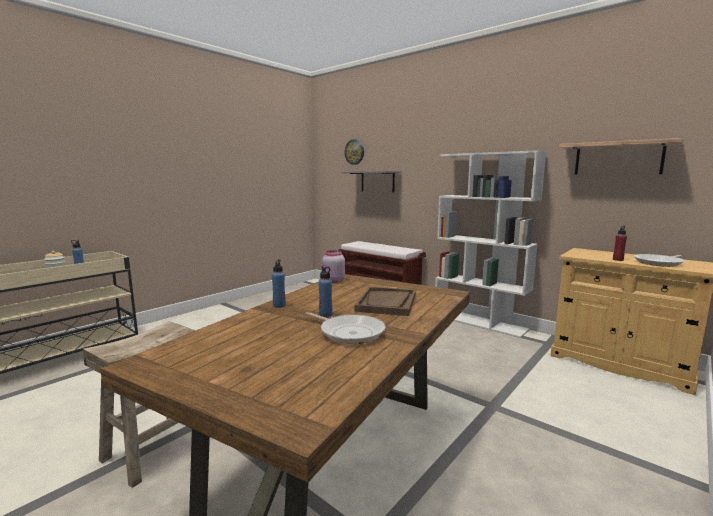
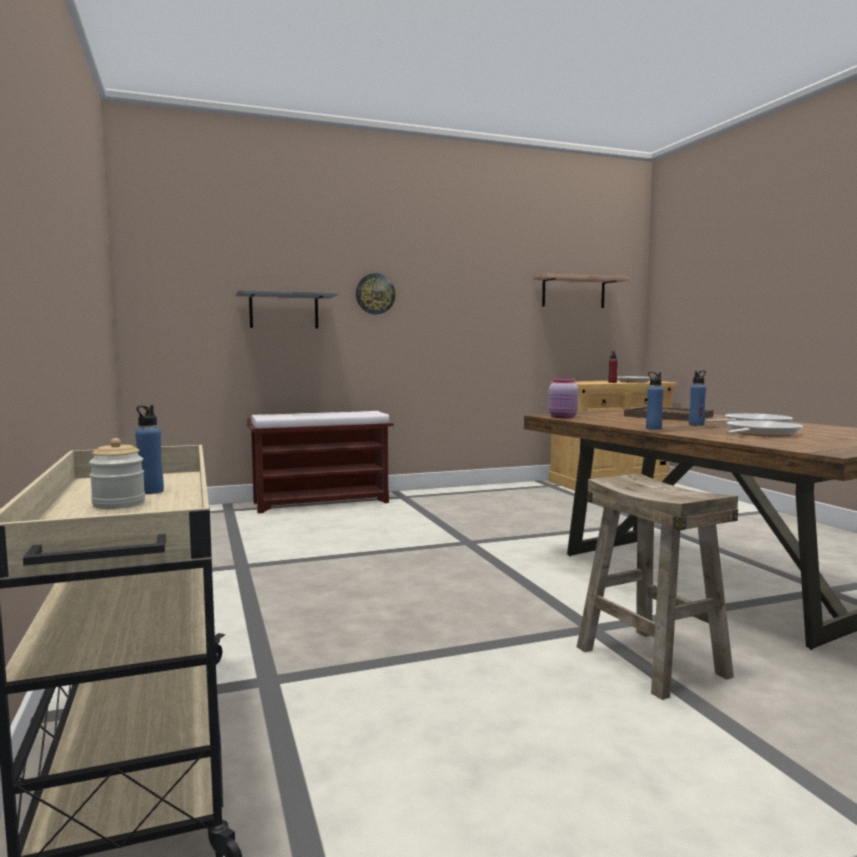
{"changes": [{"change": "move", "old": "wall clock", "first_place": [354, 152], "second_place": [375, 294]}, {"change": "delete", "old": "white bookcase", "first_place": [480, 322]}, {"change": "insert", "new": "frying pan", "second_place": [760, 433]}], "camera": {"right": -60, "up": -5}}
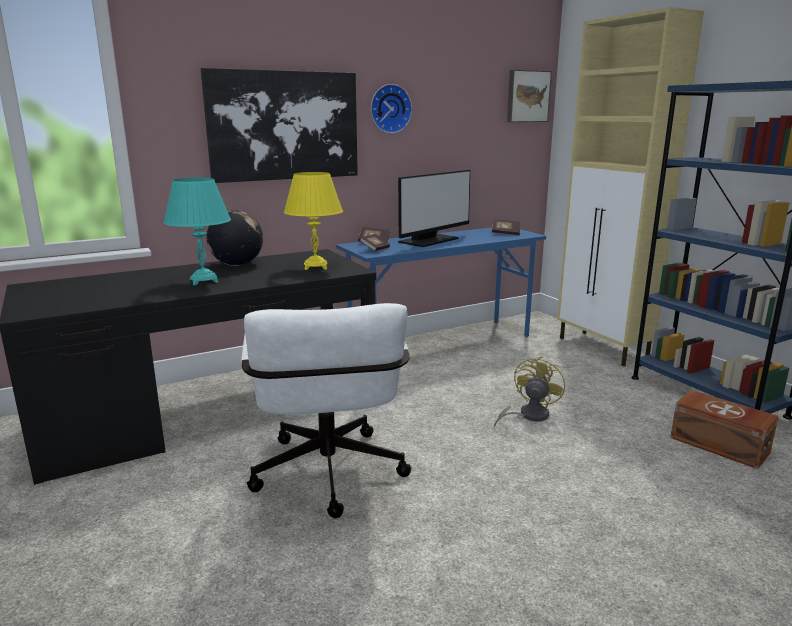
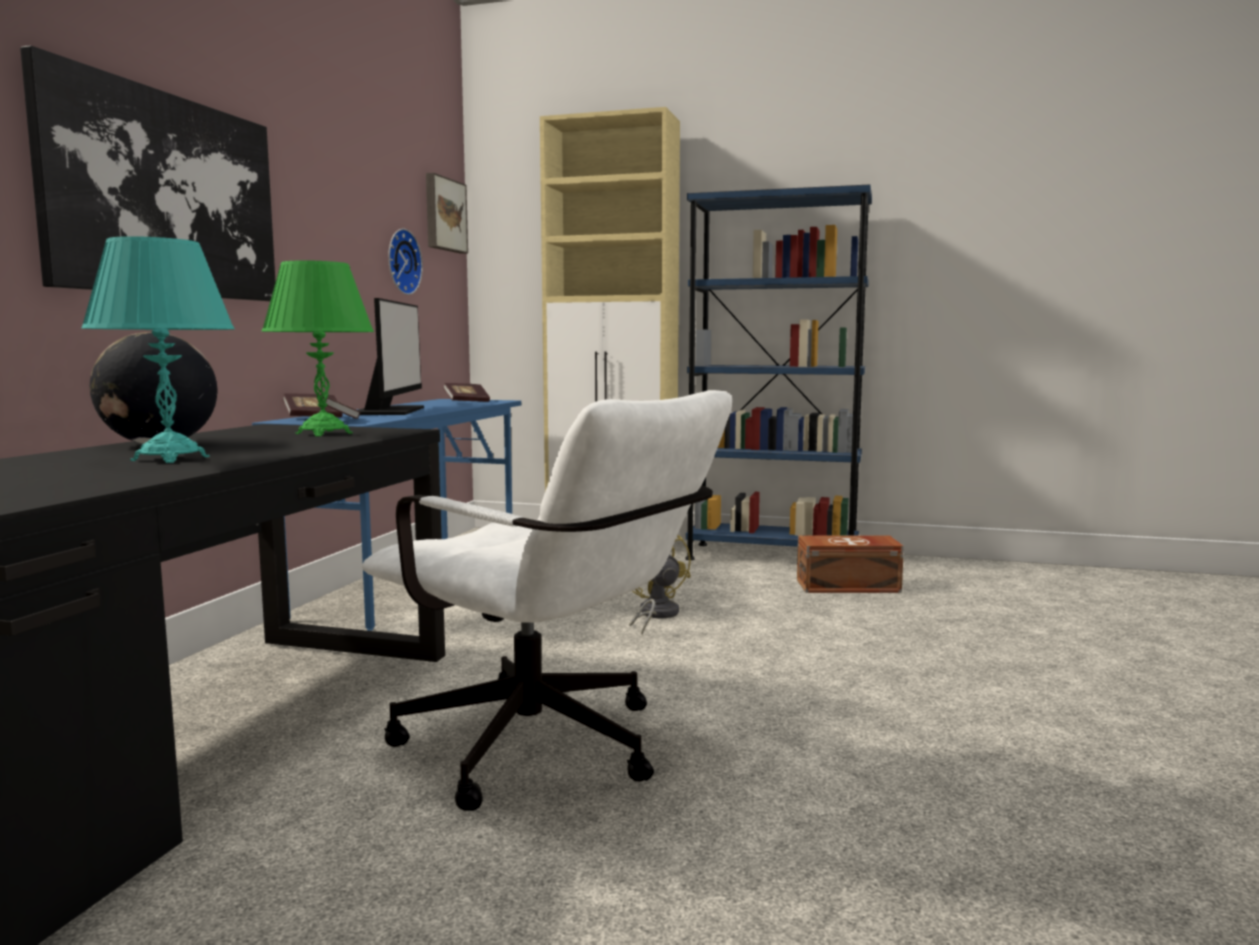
{"changes": [{"change": "recolor", "old": "yellow table lamp", "new": "green table lamp", "first_place": [315, 267], "second_place": [324, 433]}, {"change": "move", "old": "wall clock", "first_place": [389, 109], "second_place": [401, 262]}], "camera": {"right": -45, "up": -10}}
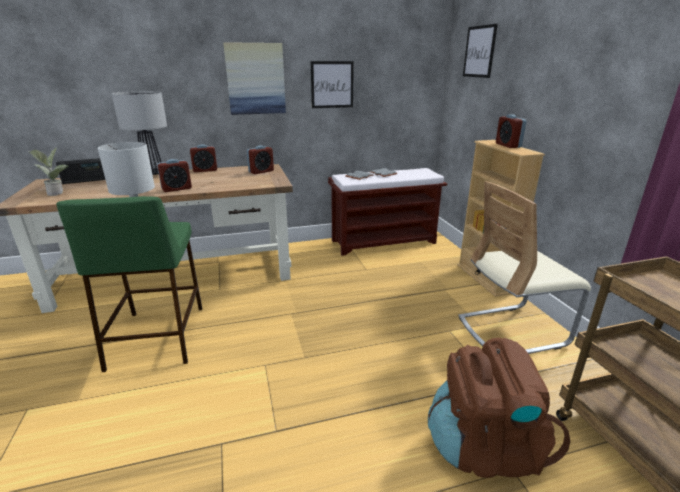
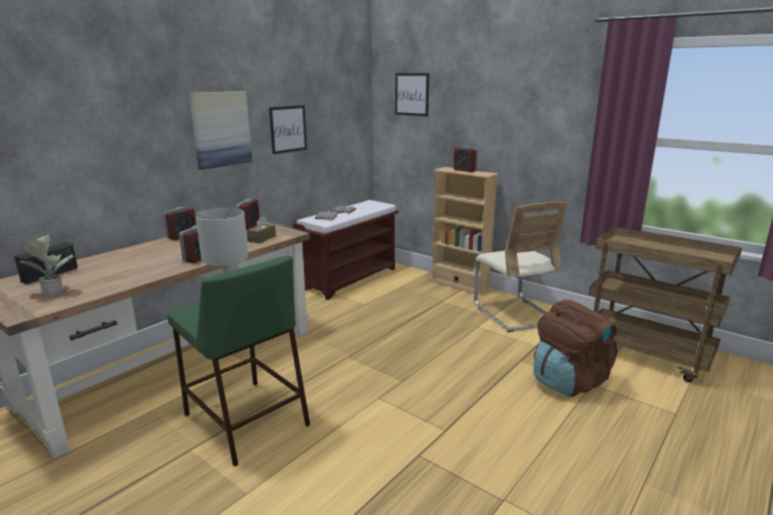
{"changes": [{"change": "delete", "old": "table lamp", "first_place": [153, 175]}, {"change": "rotate", "old": "beige chair", "first_place": [511, 331], "second_place": [514, 313], "degrees": -60}, {"change": "insert", "new": "brown tissue box", "second_place": [261, 238]}], "camera": {"right": -35, "up": -5}}
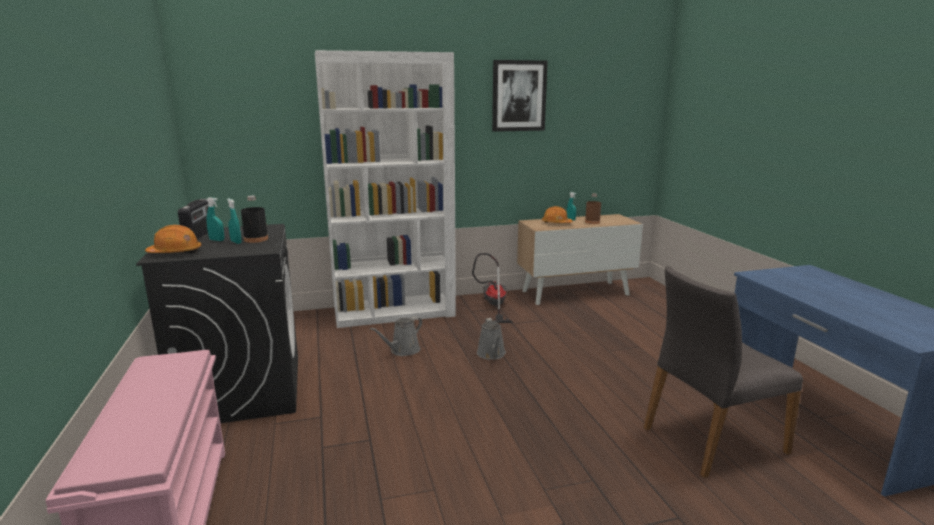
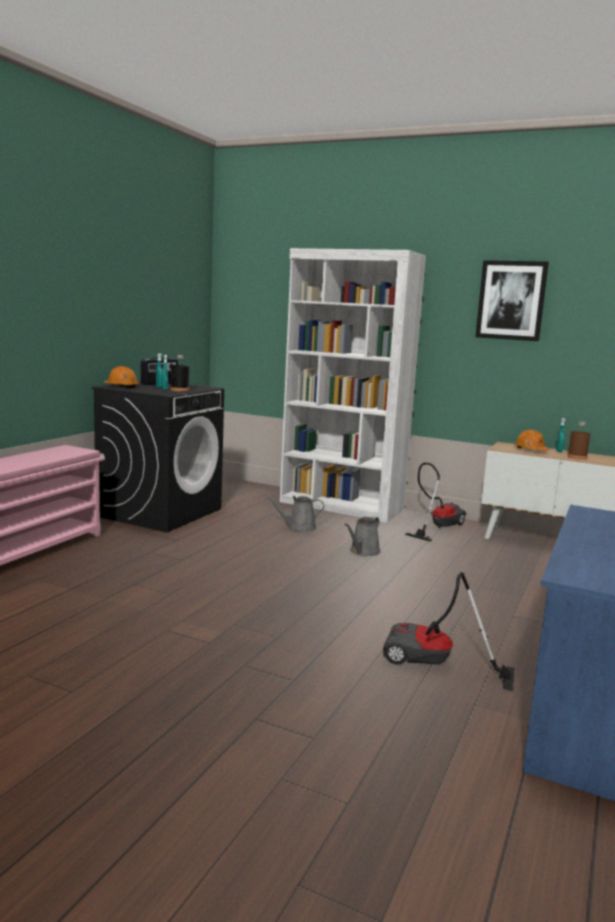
{"changes": [{"change": "replace", "old": "grey chair", "new": "vacuum cleaner", "first_place": [711, 439], "second_place": [434, 666]}], "camera": {"right": 40, "up": -5}}
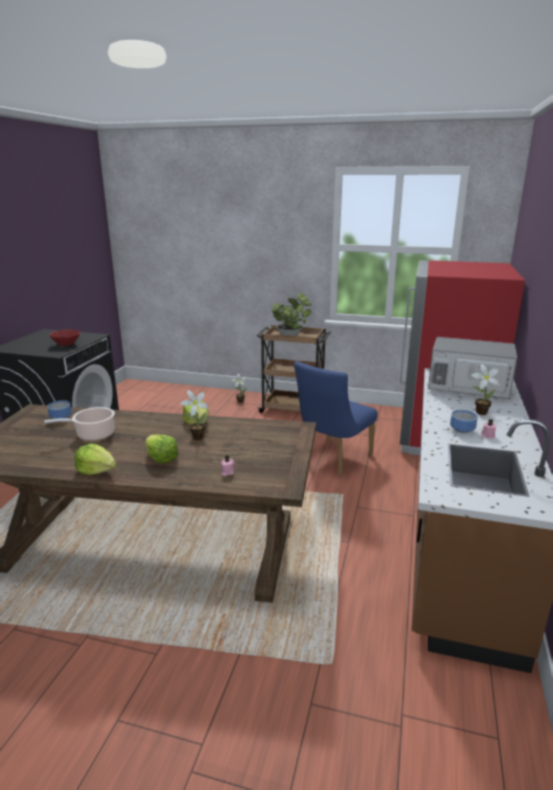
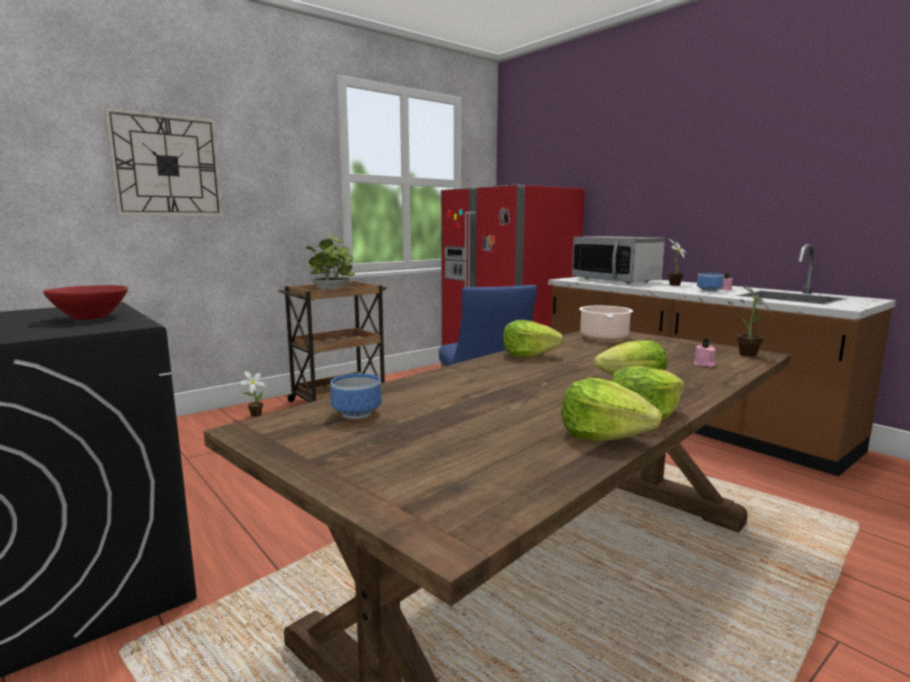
{"changes": [{"change": "move", "old": "cooking pot", "first_place": [93, 435], "second_place": [604, 337]}, {"change": "move", "old": "potted plant", "first_place": [196, 437], "second_place": [747, 355]}, {"change": "rotate", "old": "microwave", "first_place": [467, 388], "second_place": [615, 280], "degrees": -90}, {"change": "insert", "new": "wall clock", "second_place": [167, 166]}, {"change": "insert", "new": "lettuce", "second_place": [603, 435]}], "camera": {"right": -55, "up": -10}}
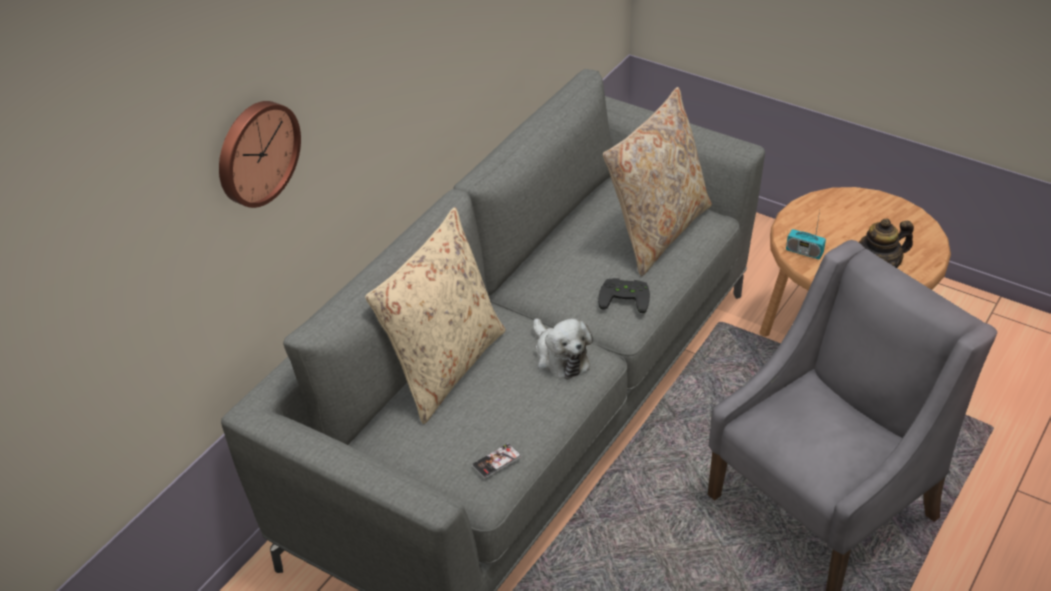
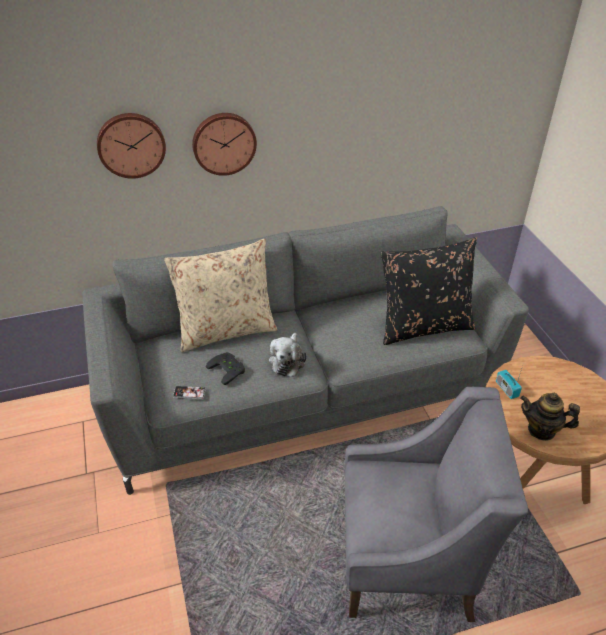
{"changes": [{"change": "move", "old": "black game controller", "first_place": [625, 297], "second_place": [228, 369]}, {"change": "recolor", "old": "beige pillow", "new": "black pillow", "first_place": [657, 231], "second_place": [424, 326]}, {"change": "insert", "new": "wall clock", "second_place": [223, 143]}], "camera": {"right": 40, "up": 0}}
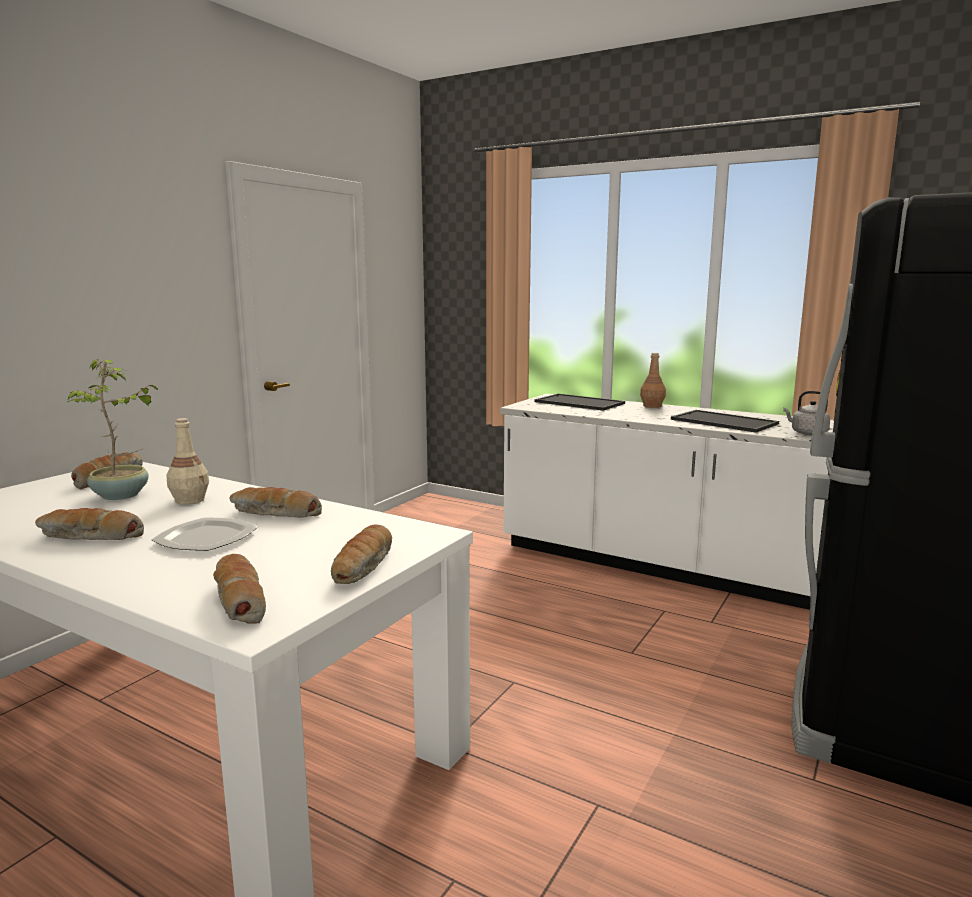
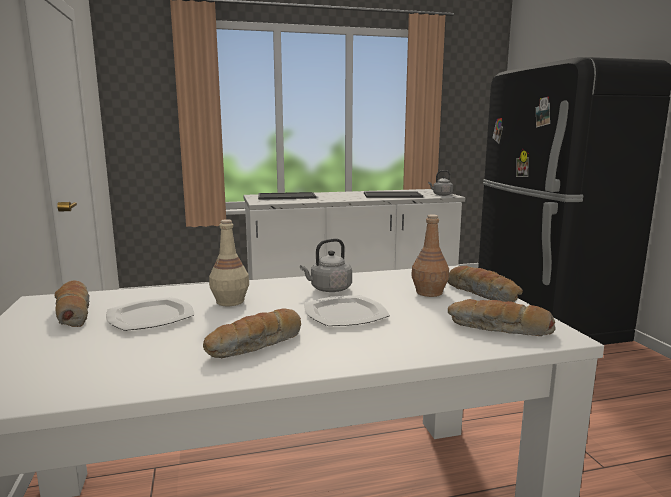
{"changes": [{"change": "replace", "old": "potted plant", "new": "plate", "first_place": [121, 495], "second_place": [150, 317]}, {"change": "replace", "old": "bread", "new": "grey kettle", "first_place": [275, 514], "second_place": [329, 289]}, {"change": "move", "old": "brown bottle", "first_place": [651, 406], "second_place": [428, 292]}], "camera": {"right": -45, "up": 0}}
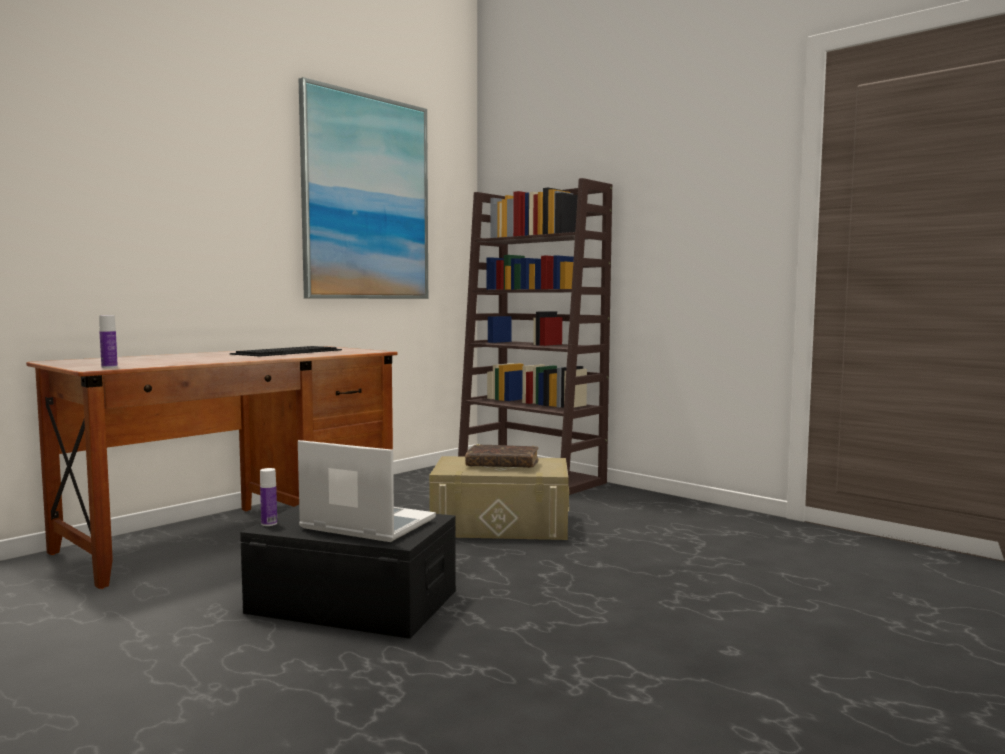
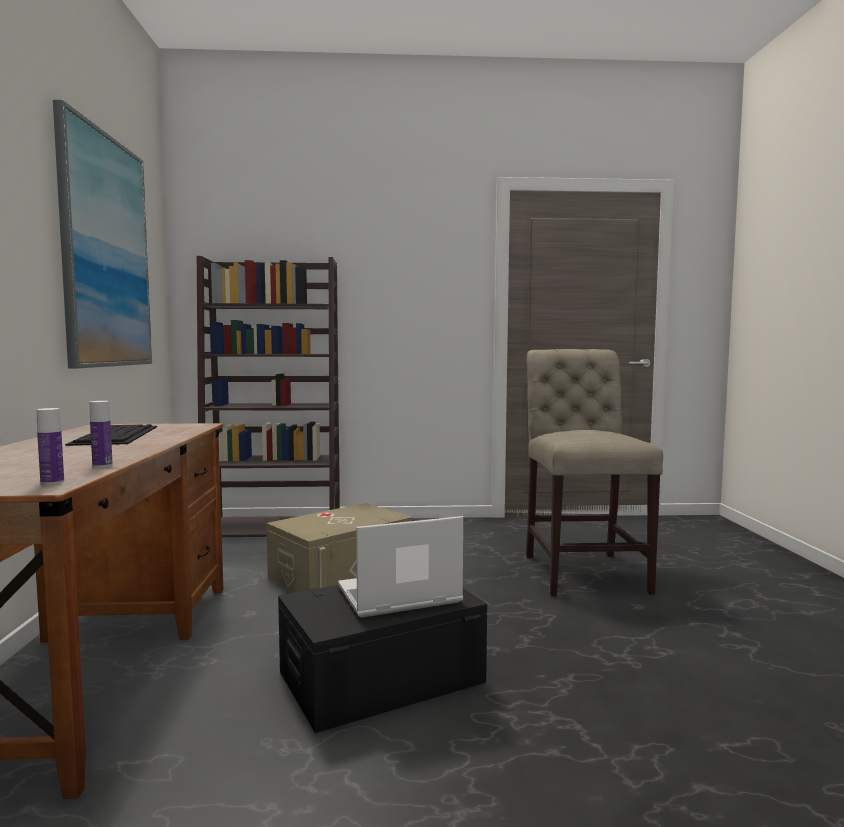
{"changes": [{"change": "move", "old": "bottle", "first_place": [269, 523], "second_place": [102, 466]}, {"change": "delete", "old": "brown book", "first_place": [502, 465]}, {"change": "insert", "new": "beige chair", "second_place": [583, 570]}], "camera": {"right": -45, "up": 0}}
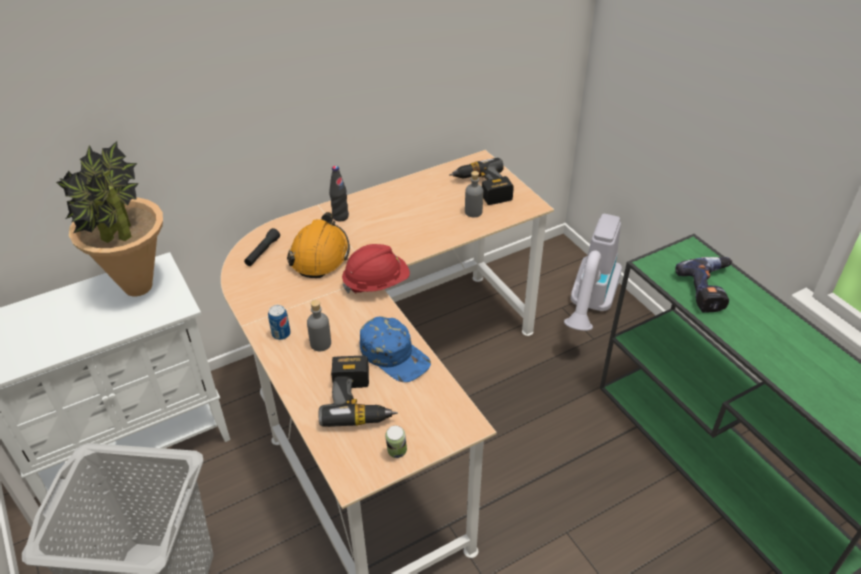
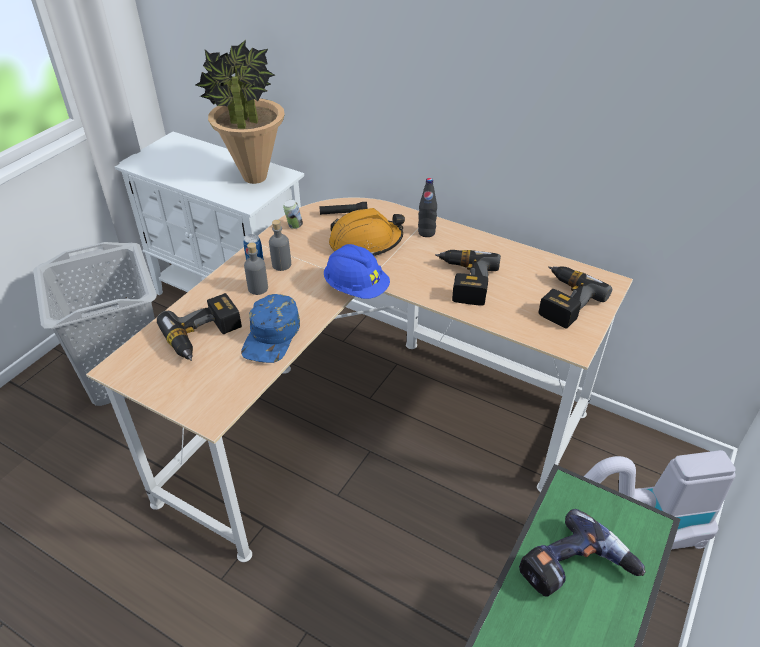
{"changes": [{"change": "recolor", "old": "red hard hat", "new": "blue hard hat", "first_place": [376, 283], "second_place": [356, 288]}, {"change": "move", "old": "can", "first_place": [396, 453], "second_place": [294, 226]}, {"change": "move", "old": "grey bottle", "first_place": [473, 212], "second_place": [281, 265]}, {"change": "insert", "new": "power drill", "second_place": [463, 282]}], "camera": {"right": 60, "up": 0}}
